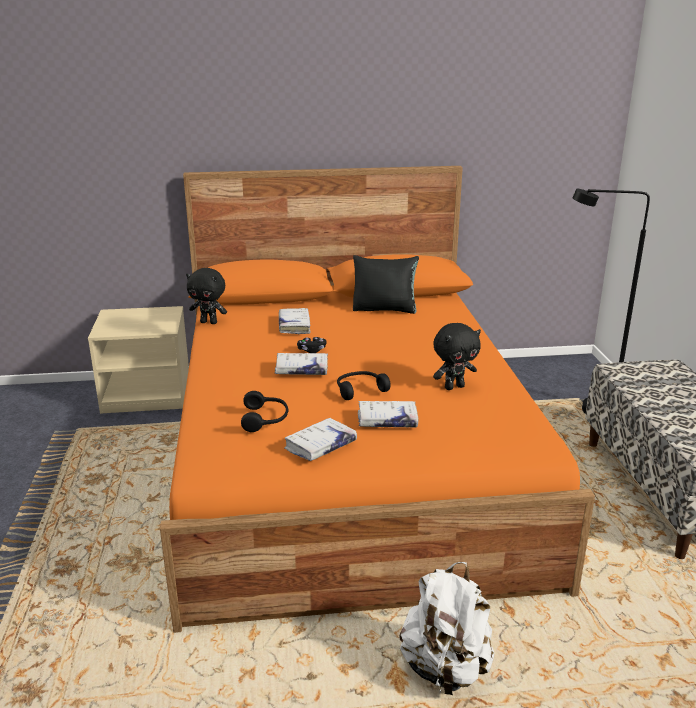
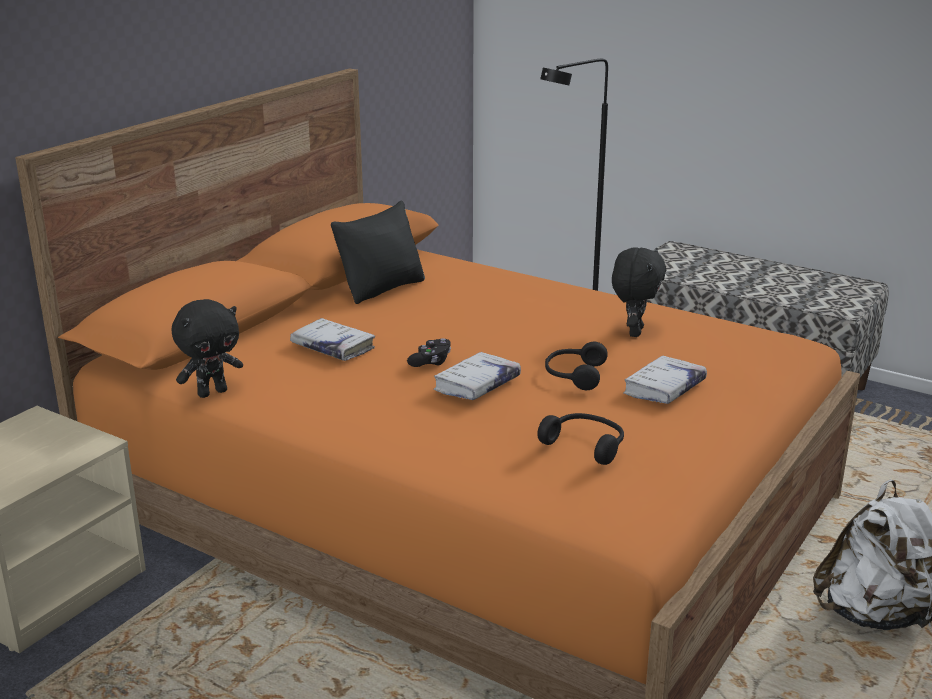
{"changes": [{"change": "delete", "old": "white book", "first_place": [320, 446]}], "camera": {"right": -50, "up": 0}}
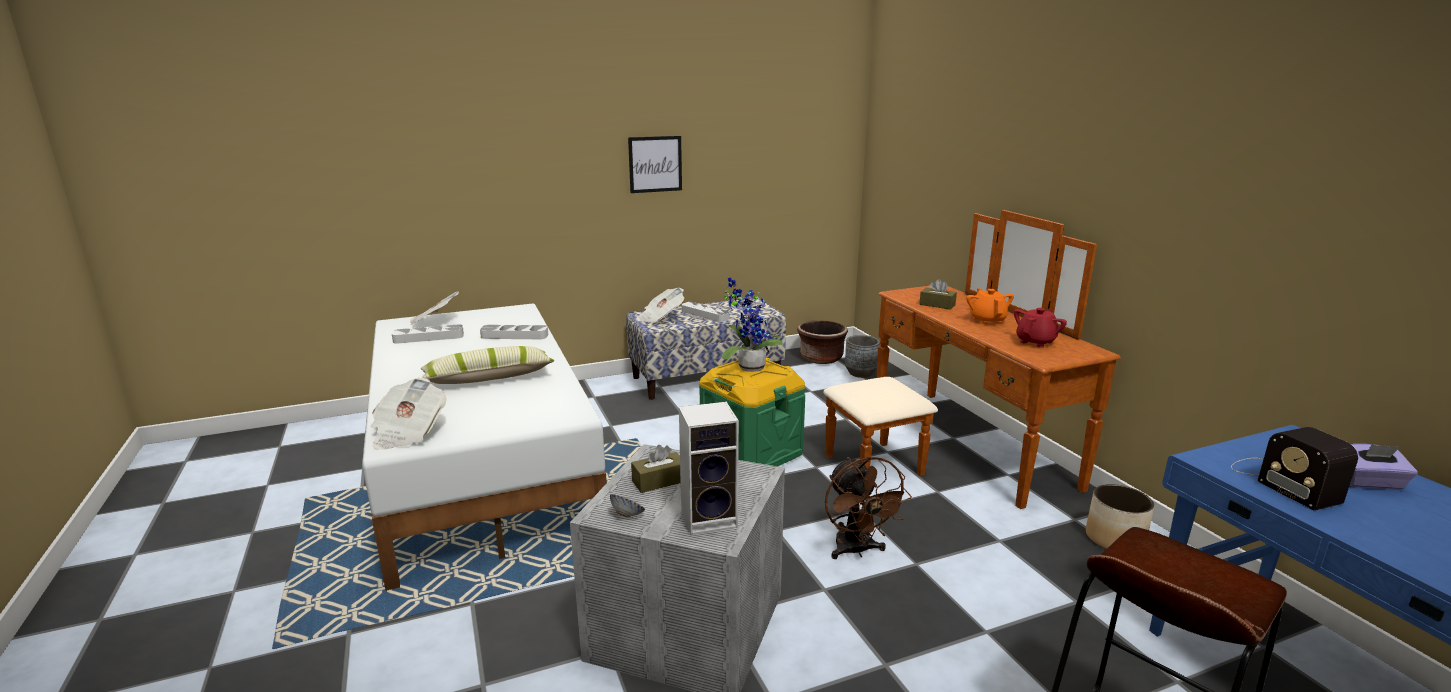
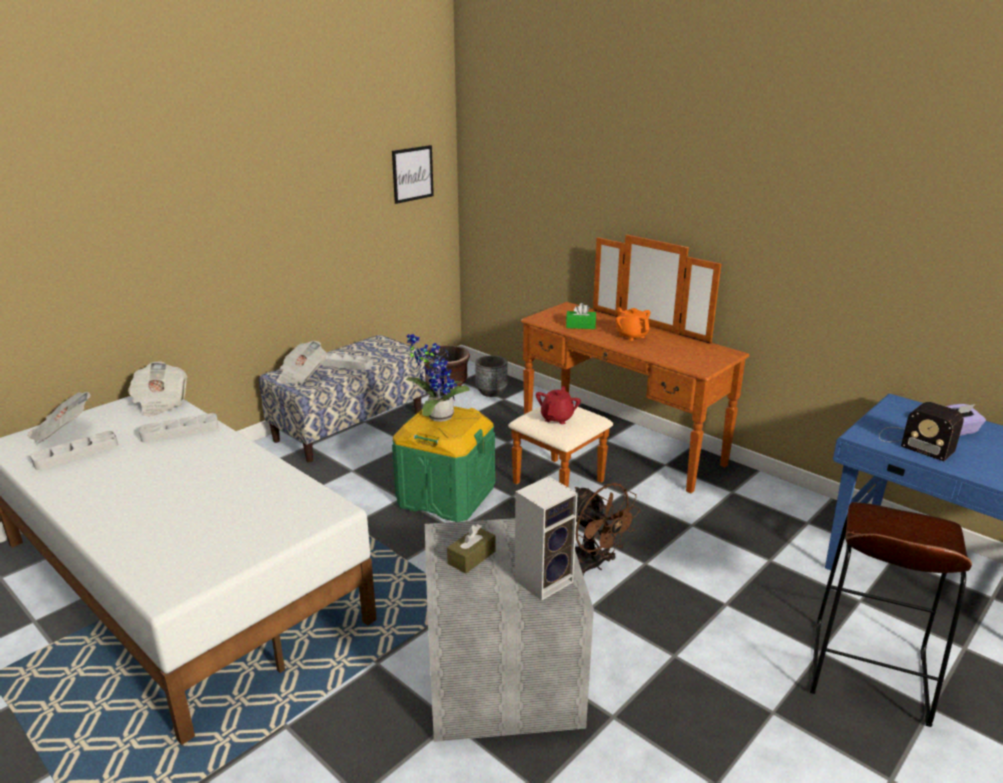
{"changes": [{"change": "move", "old": "newspaper", "first_place": [408, 433], "second_place": [160, 403]}, {"change": "delete", "old": "pillow", "first_place": [488, 378]}, {"change": "delete", "old": "bowl", "first_place": [627, 515]}, {"change": "move", "old": "picture", "first_place": [655, 164], "second_place": [412, 174]}, {"change": "recolor", "old": "brown tissue box", "new": "green tissue box", "first_place": [937, 305], "second_place": [580, 326]}, {"change": "move", "old": "red teapot", "first_place": [1036, 342], "second_place": [557, 418]}, {"change": "delete", "old": "planter", "first_place": [1113, 539]}], "camera": {"right": -25, "up": 5}}
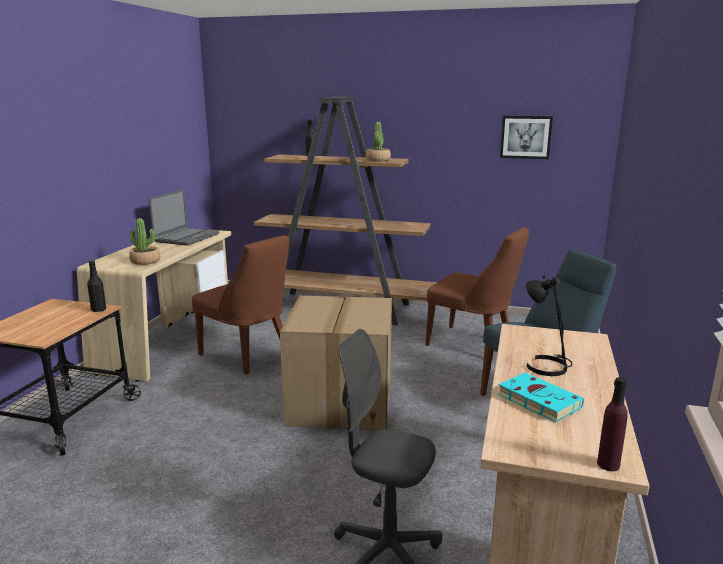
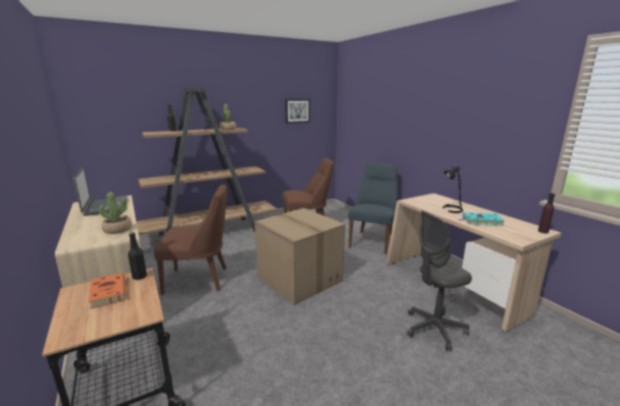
{"changes": [{"change": "insert", "new": "orange book", "second_place": [108, 292]}], "camera": {"right": -45, "up": 0}}
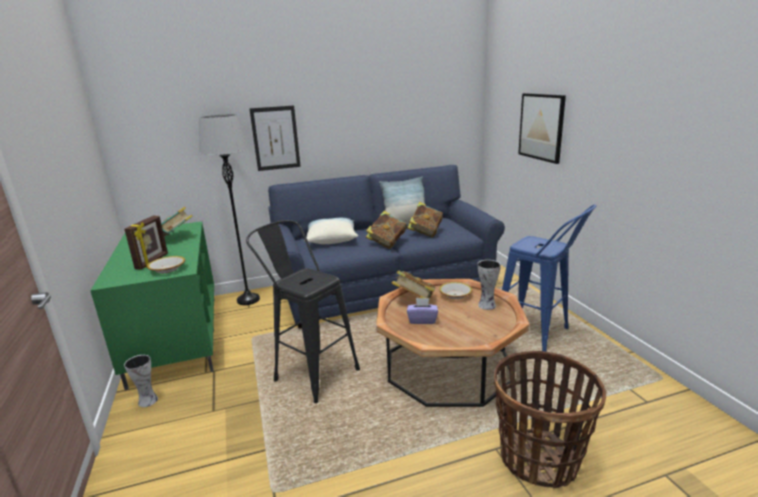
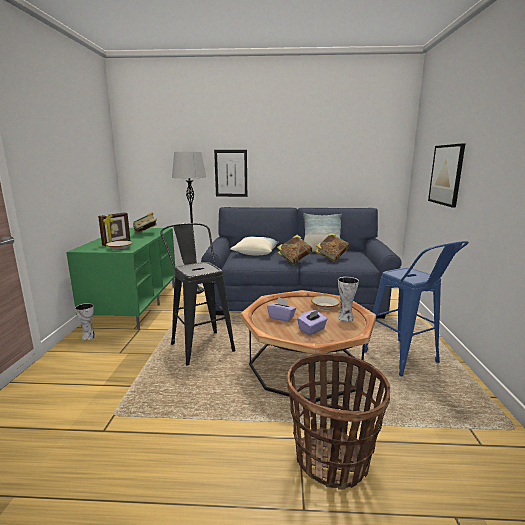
{"changes": [{"change": "delete", "old": "book", "first_place": [414, 301]}, {"change": "insert", "new": "purple tissue box", "second_place": [312, 329]}], "camera": {"right": 20, "up": -5}}
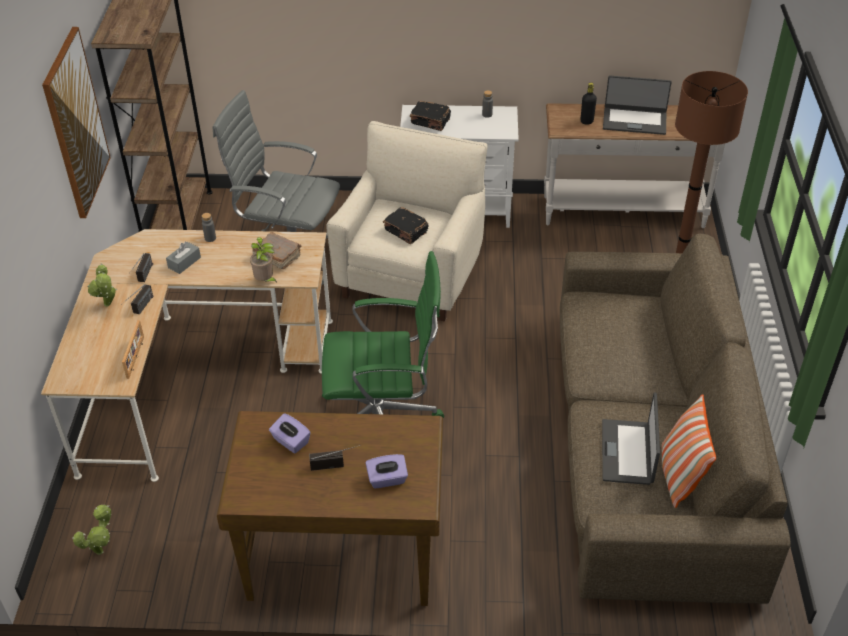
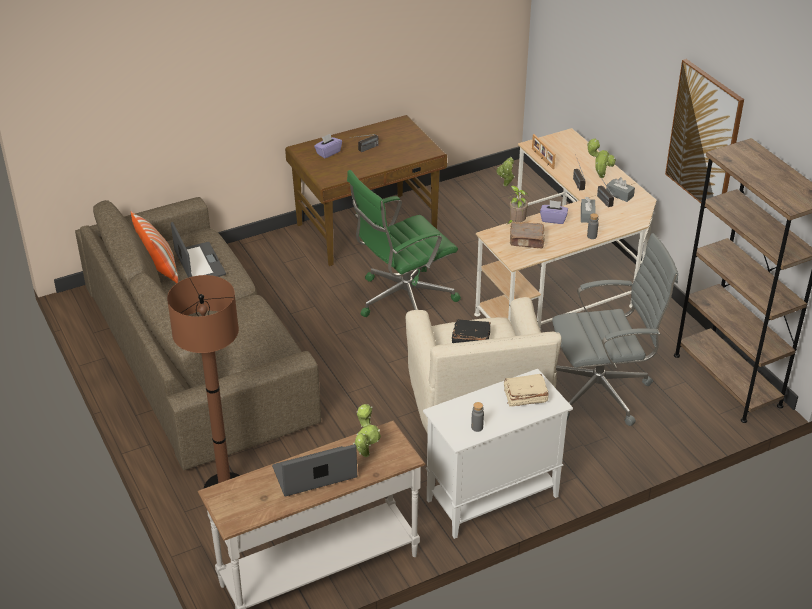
{"changes": [{"change": "move", "old": "purple tissue box", "first_place": [290, 441], "second_place": [553, 219]}, {"change": "recolor", "old": "black book", "new": "beige book", "first_place": [430, 122], "second_place": [524, 396]}, {"change": "replace", "old": "black bottle", "new": "potted plant", "first_place": [586, 121], "second_place": [365, 453]}, {"change": "insert", "new": "grey tissue box", "second_place": [619, 195]}], "camera": {"right": 150, "up": -5}}
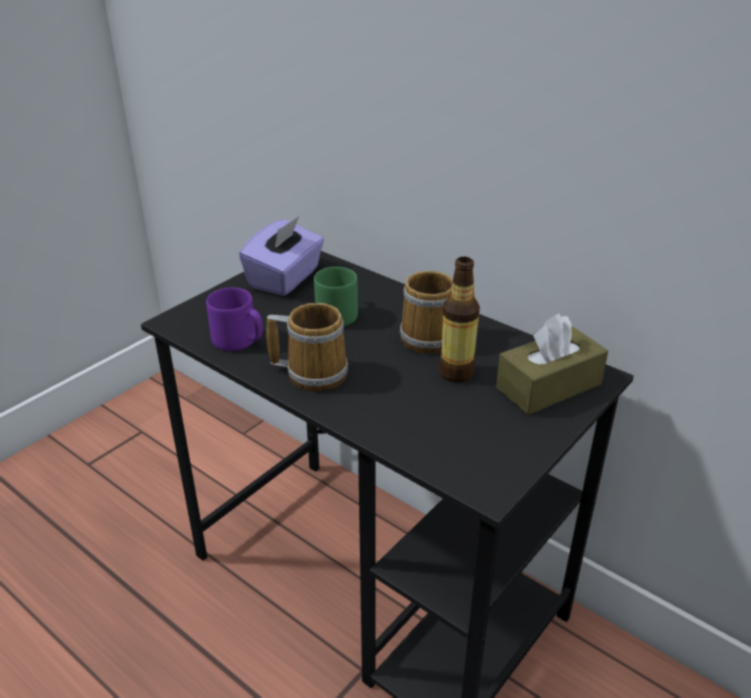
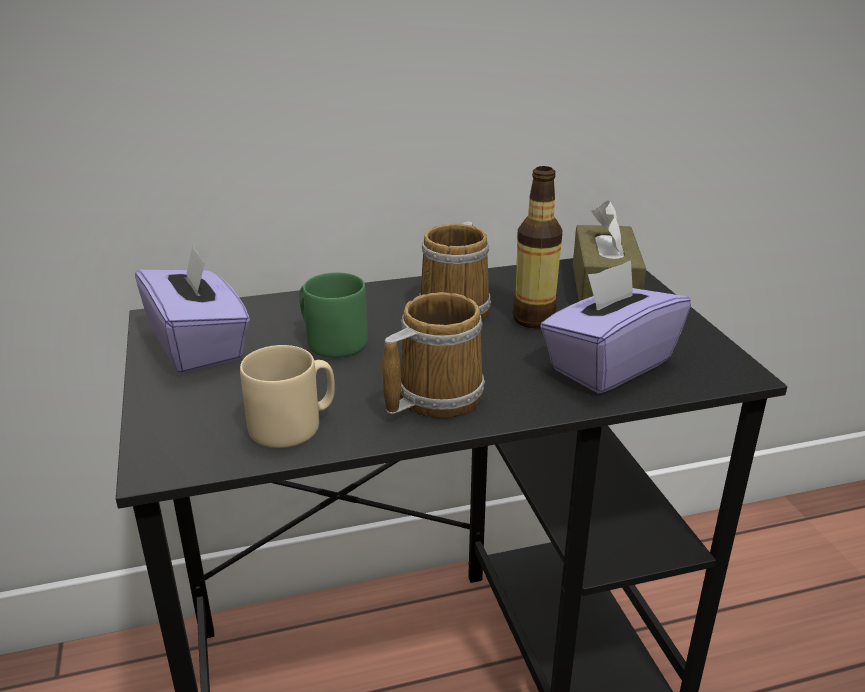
{"changes": [{"change": "recolor", "old": "purple mug", "new": "beige mug", "first_place": [239, 341], "second_place": [293, 426]}, {"change": "insert", "new": "purple tissue box", "second_place": [608, 365]}], "camera": {"right": -55, "up": -5}}
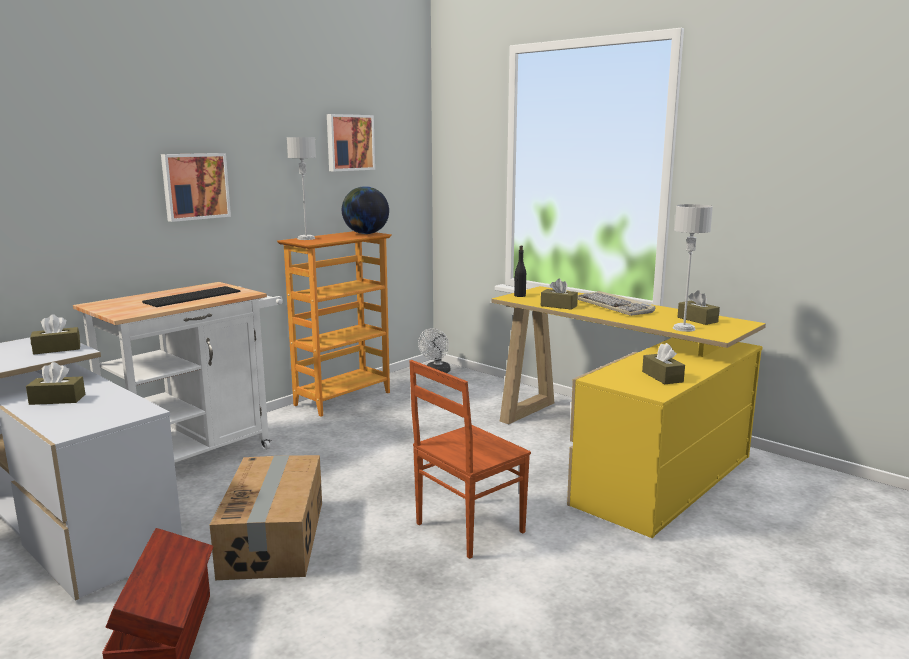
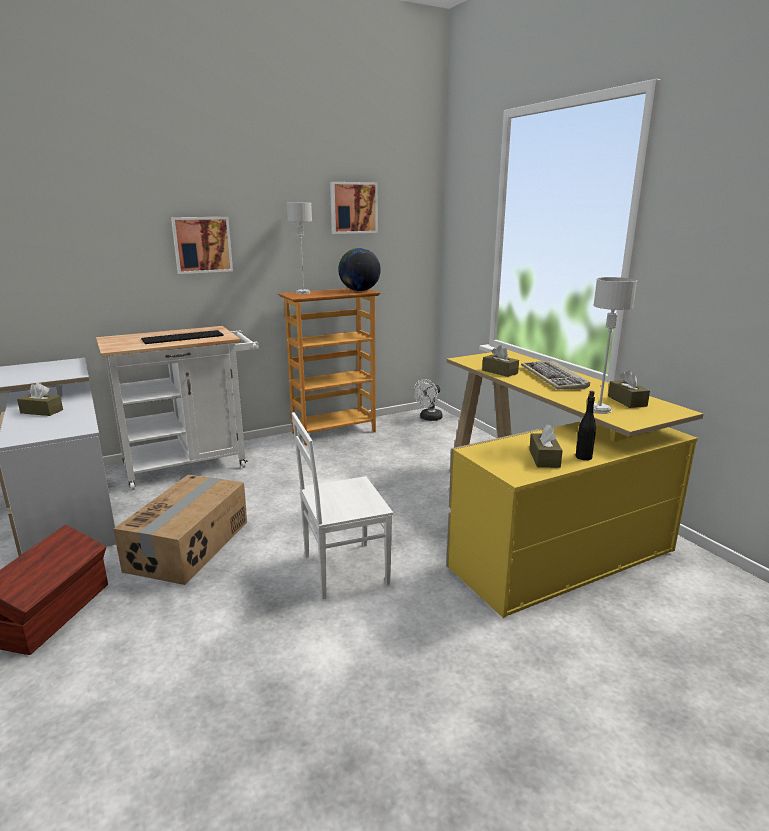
{"changes": [{"change": "delete", "old": "brown tissue box", "first_place": [57, 349]}, {"change": "recolor", "old": "brown chair", "new": "white chair", "first_place": [467, 528], "second_place": [343, 569]}, {"change": "move", "old": "black bottle", "first_place": [519, 295], "second_place": [583, 457]}], "camera": {"right": 20, "up": 5}}
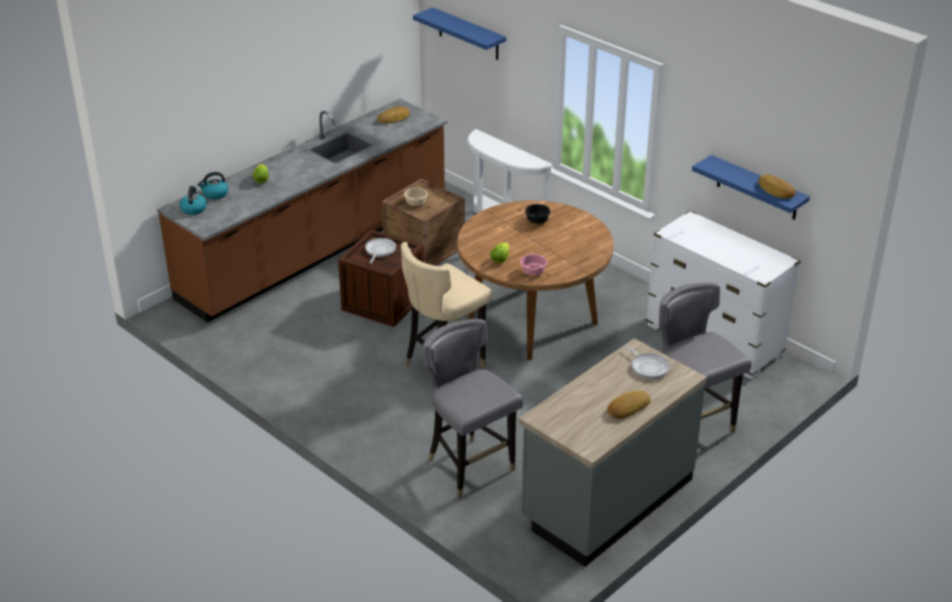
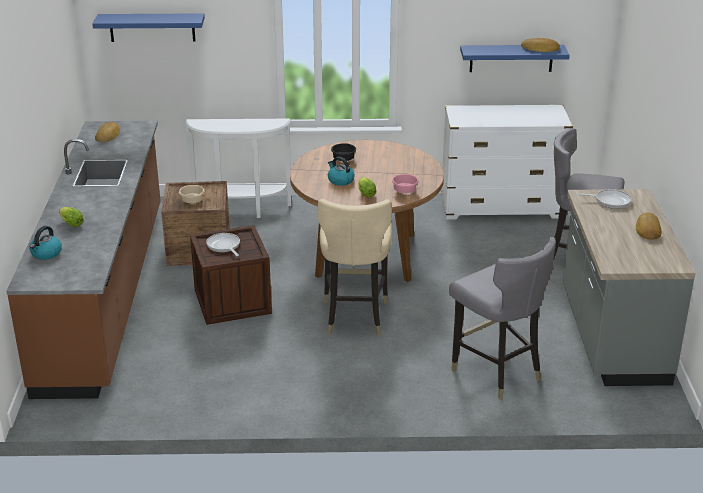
{"changes": [{"change": "move", "old": "kettle", "first_place": [193, 209], "second_place": [340, 180]}, {"change": "rotate", "old": "grey chair", "first_place": [470, 467], "second_place": [496, 372], "degrees": -135}], "camera": {"right": -45, "up": -5}}
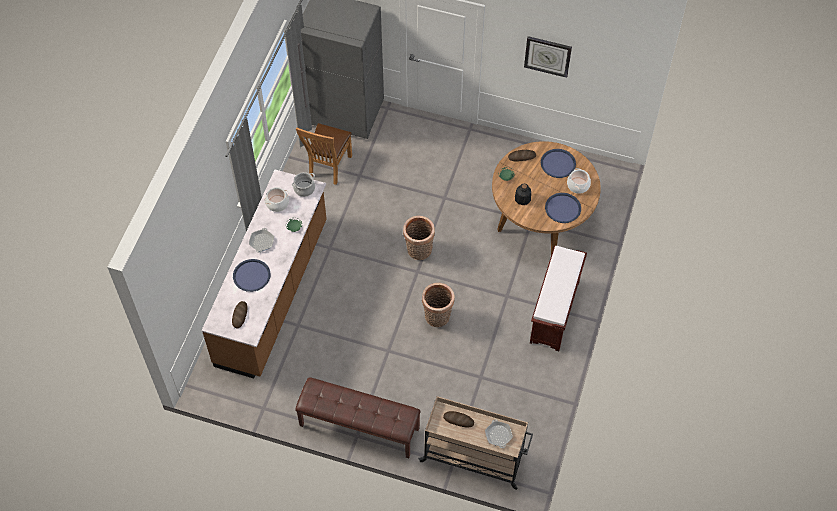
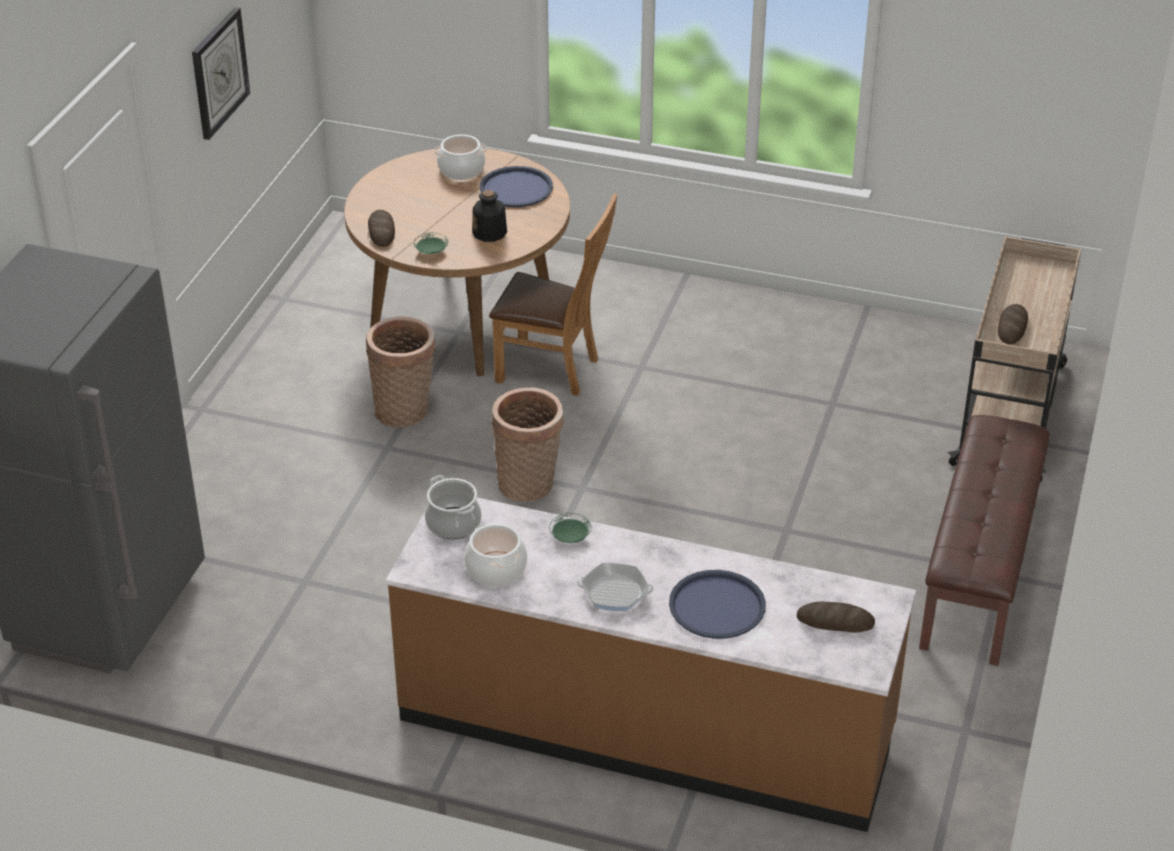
{"changes": [{"change": "move", "old": "brown chair", "first_place": [328, 168], "second_place": [554, 370]}, {"change": "move", "old": "basket", "first_place": [437, 318], "second_place": [405, 411]}, {"change": "delete", "old": "frying pan", "first_place": [498, 435]}, {"change": "delete", "old": "brown bench", "first_place": [555, 313]}, {"change": "delete", "old": "blue tray", "first_place": [558, 164]}], "camera": {"right": -90, "up": -20}}
